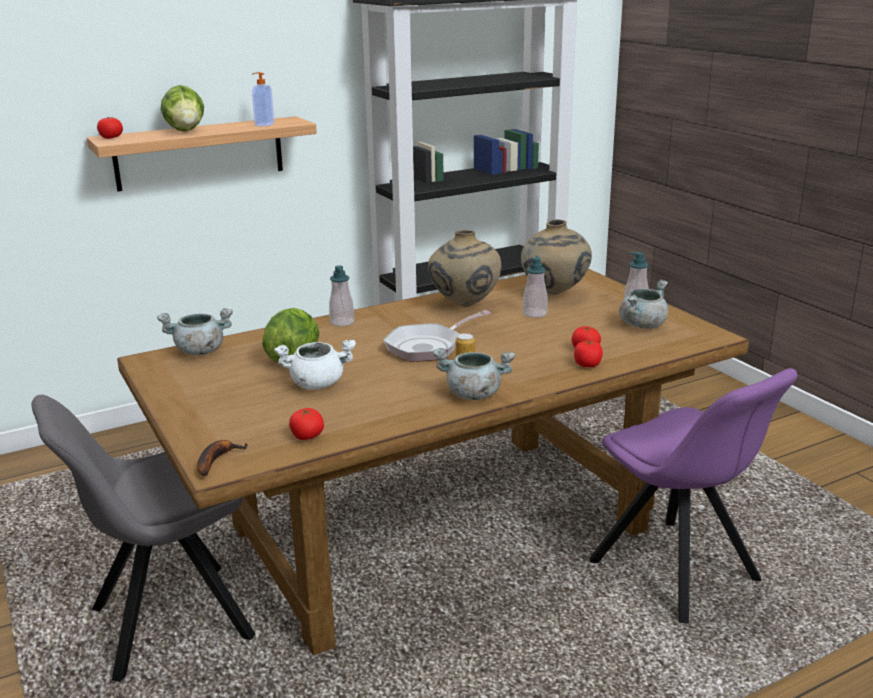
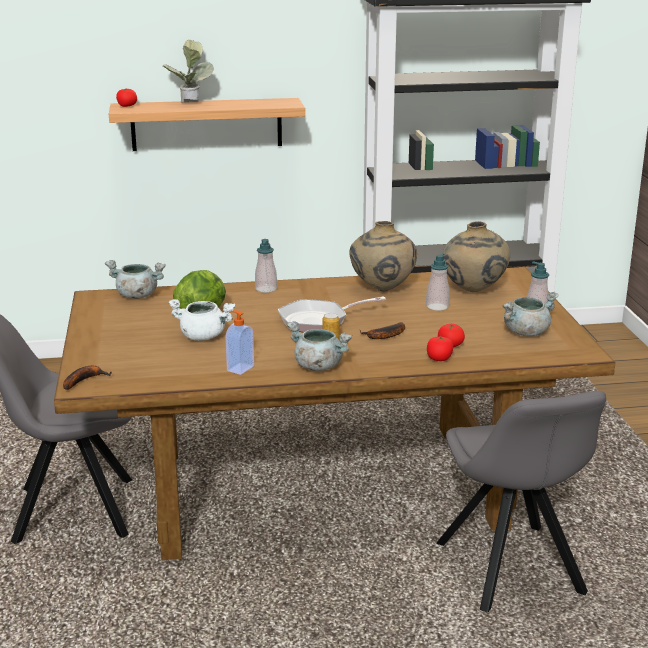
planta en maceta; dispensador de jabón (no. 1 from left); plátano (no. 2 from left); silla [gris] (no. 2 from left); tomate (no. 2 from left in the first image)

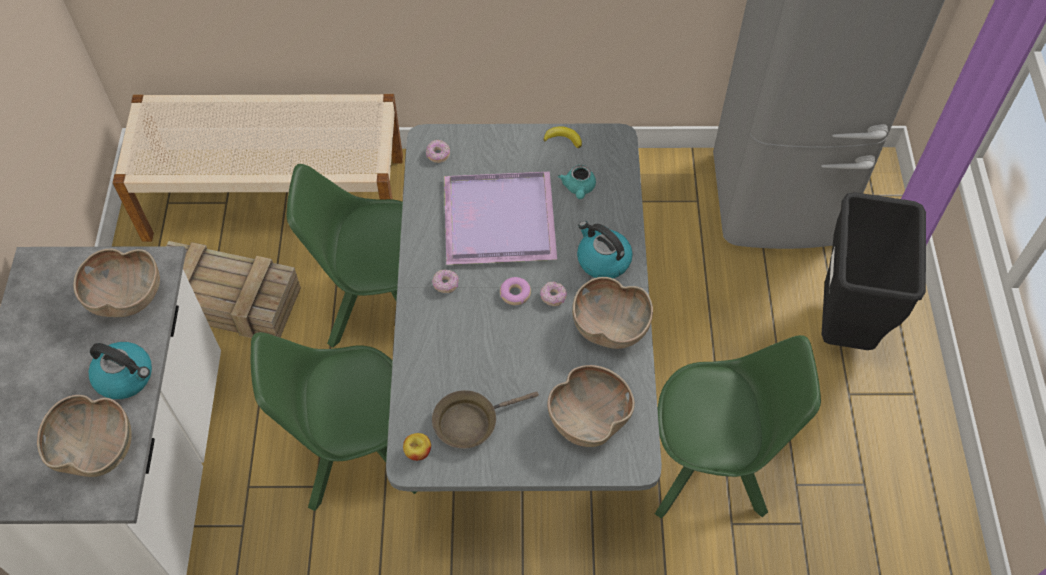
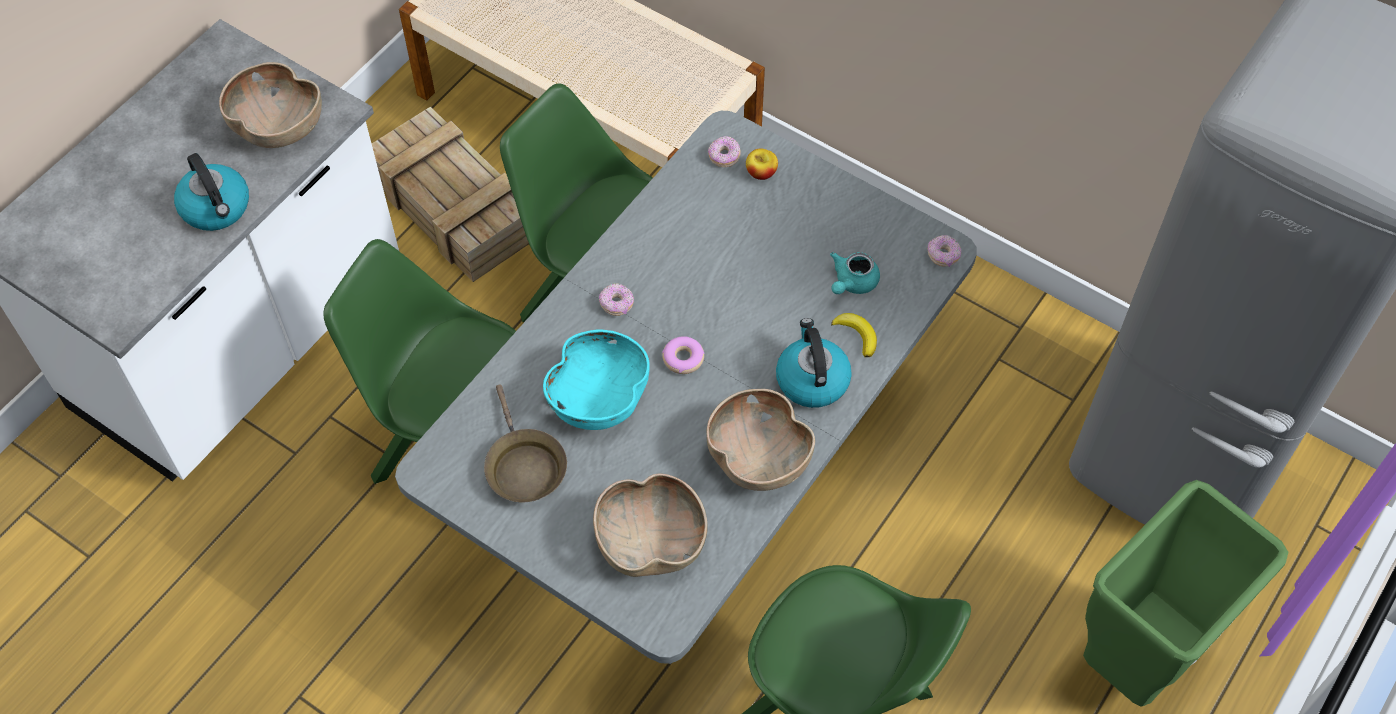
sartén [marrón]; cuenco [turquesa]; manzana; plátano; rosquilla (no. 4 from left); papelera [verde]; cuenco [marrón] (no. 1 from left in the first image); bandeja [morado]

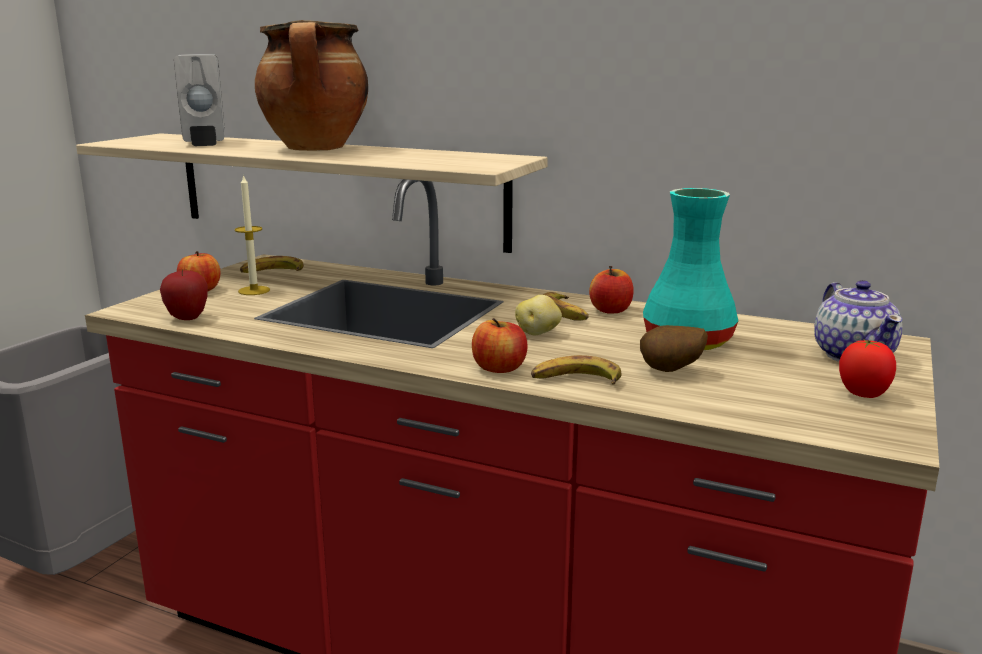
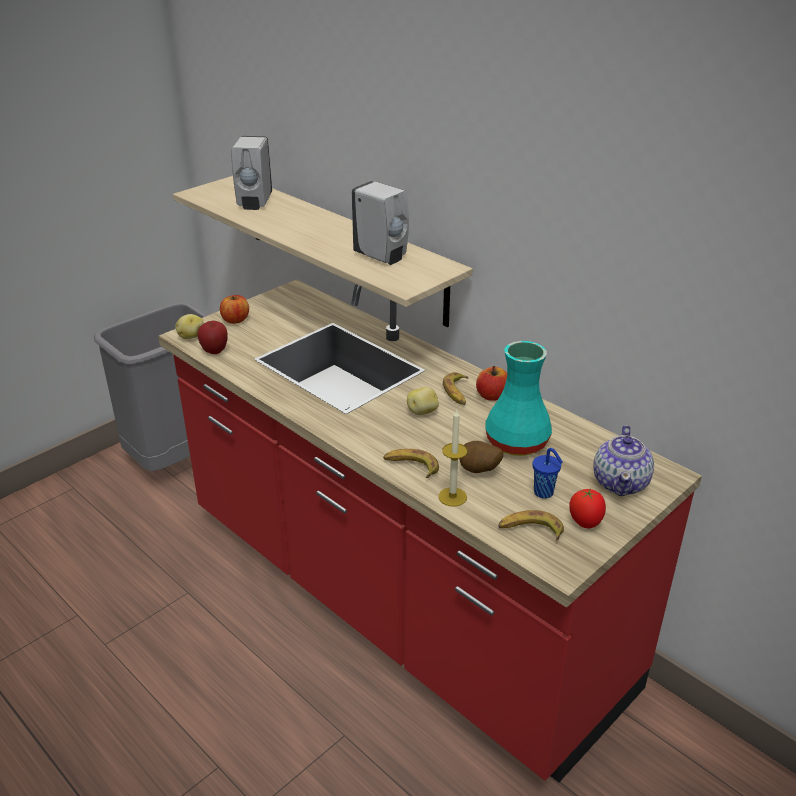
patata (no. 1 from left); dispensador de jabón [blanco] (no. 2 from left); vela; plátano (no. 3 from left); taza [azul]; olla; manzana (no. 3 from left in the first image)

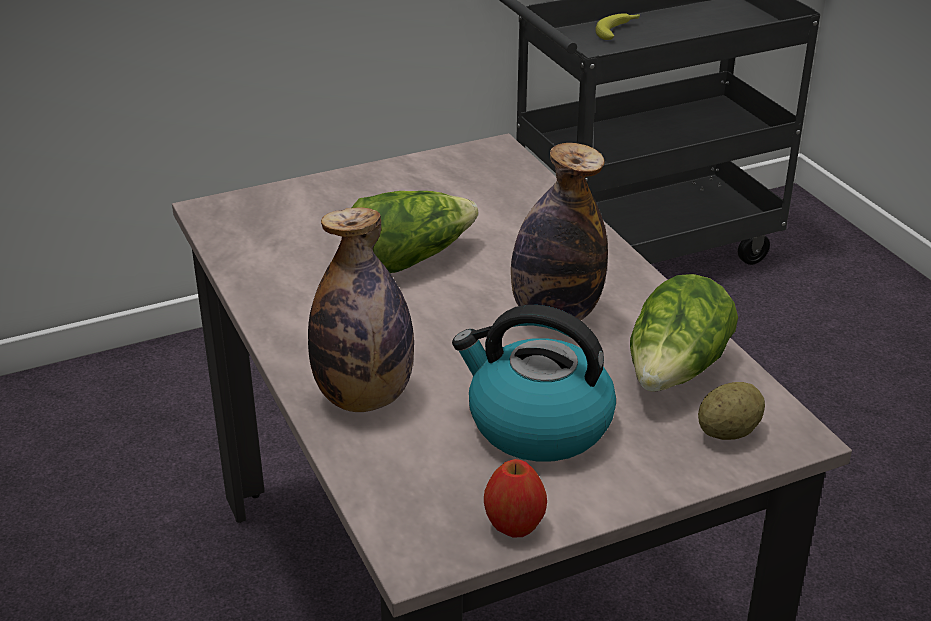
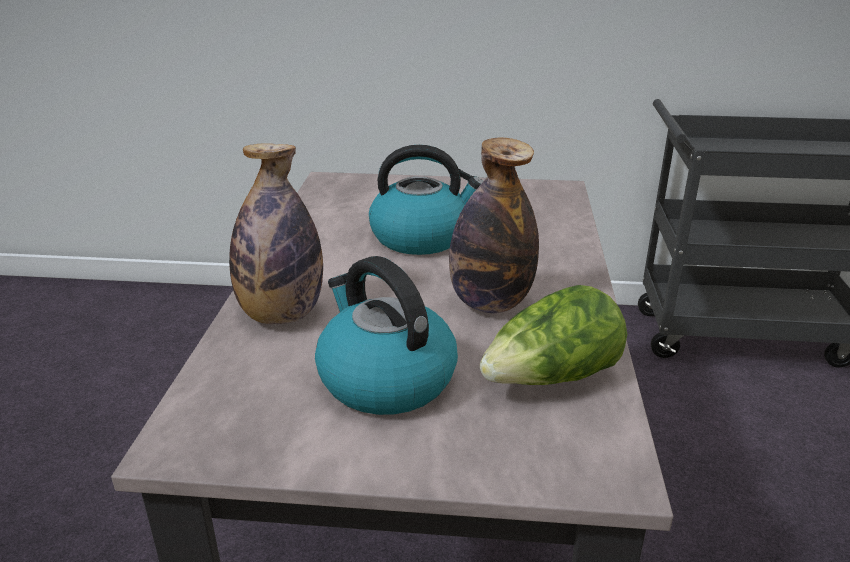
hervidor (no. 2 from left); manzana; plátano; patata

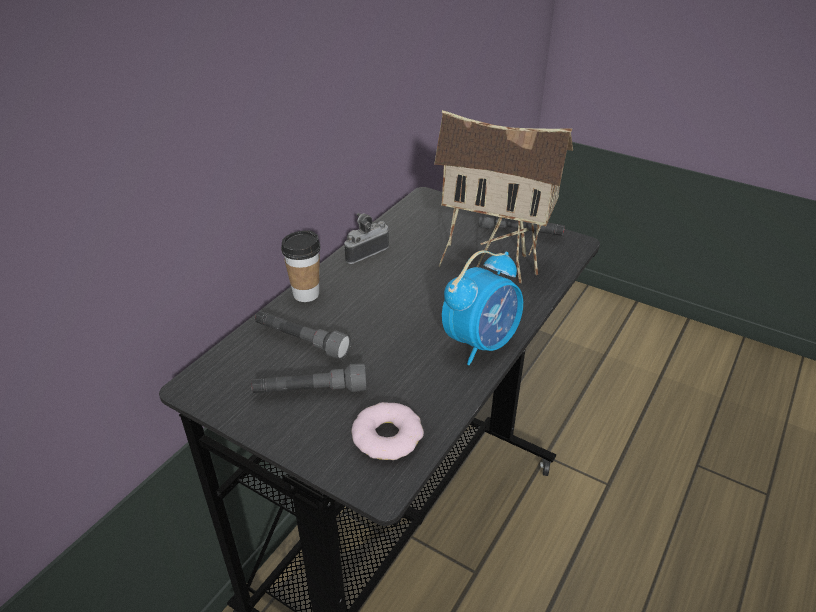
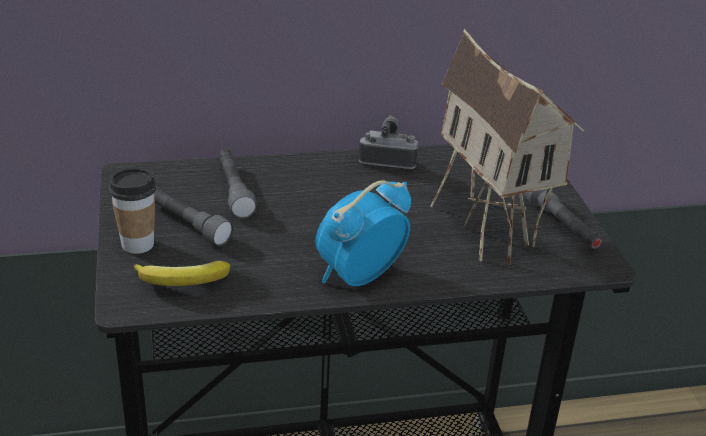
taza; plátano; despertador

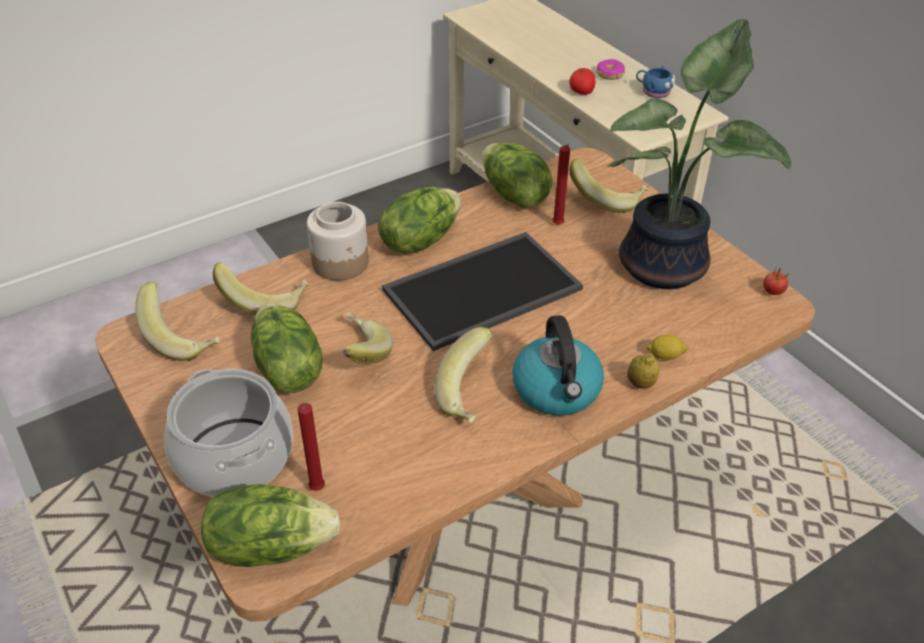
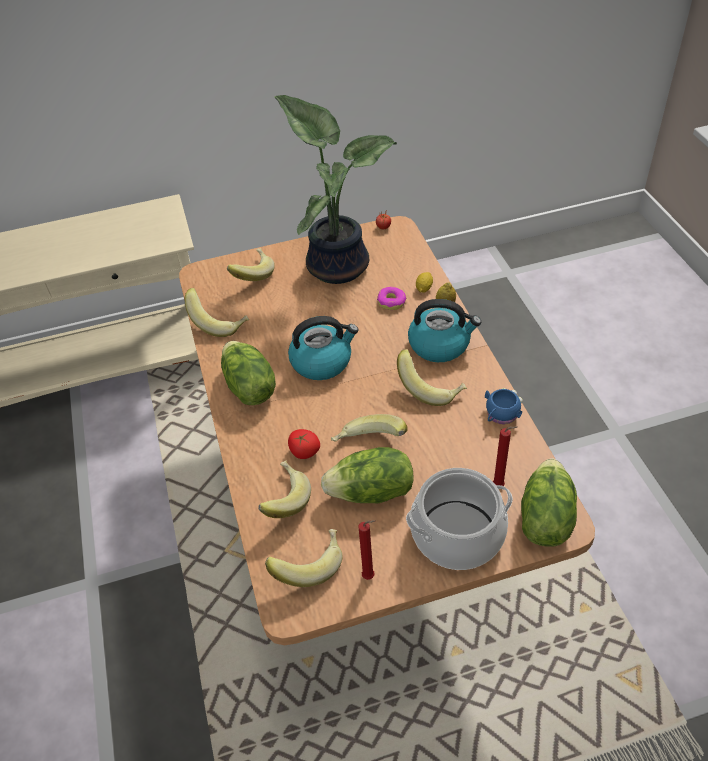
plátano (no. 1 from left); hervidor (no. 1 from left); tomate (no. 1 from left); vela [rojo] (no. 1 from left); rosquilla; taza grande [azul]; tarro

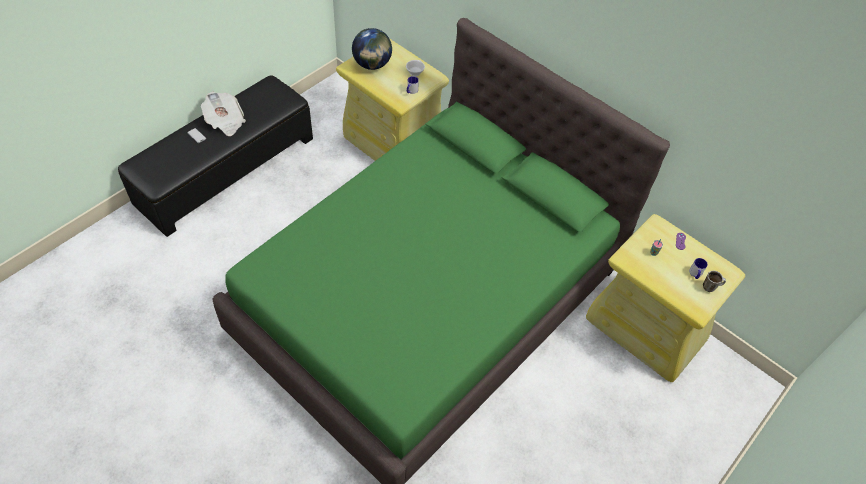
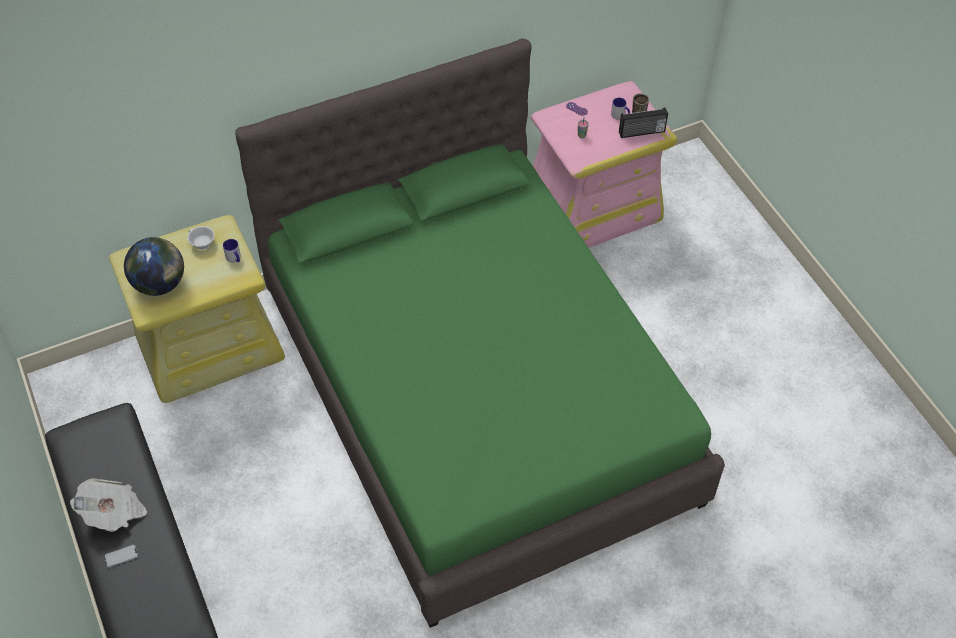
mesita de noche [rosa]; radio

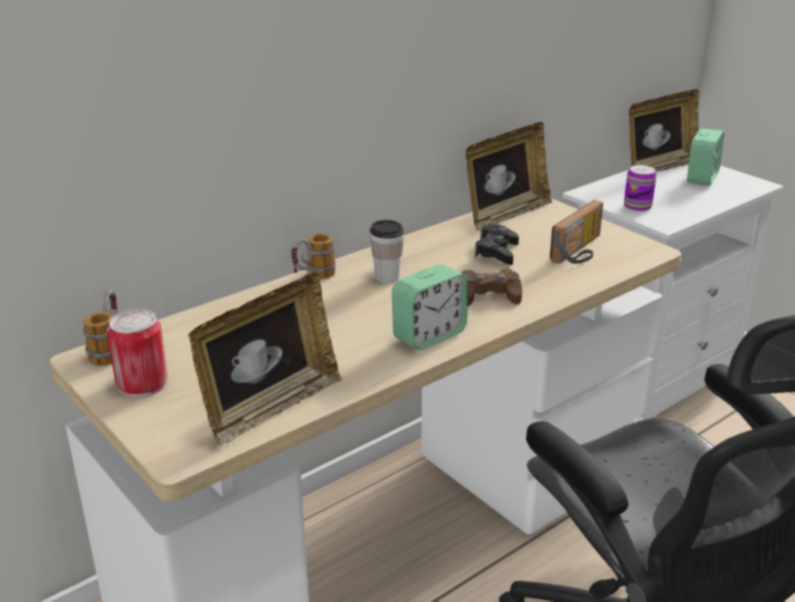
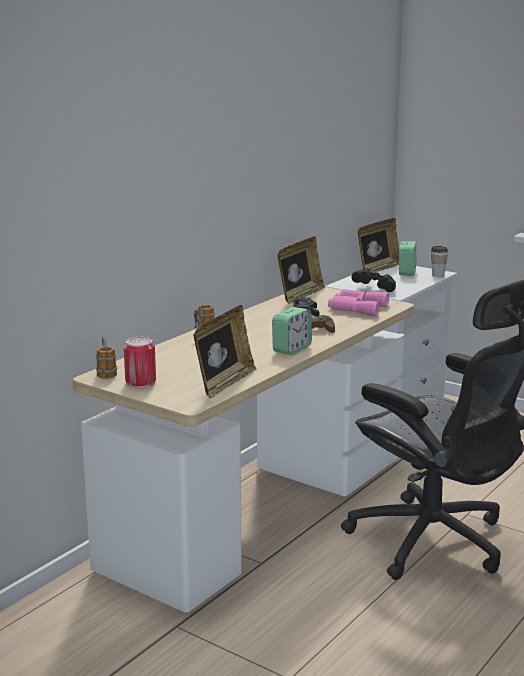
prismáticos [rosa]; prismáticos [negro]; taza

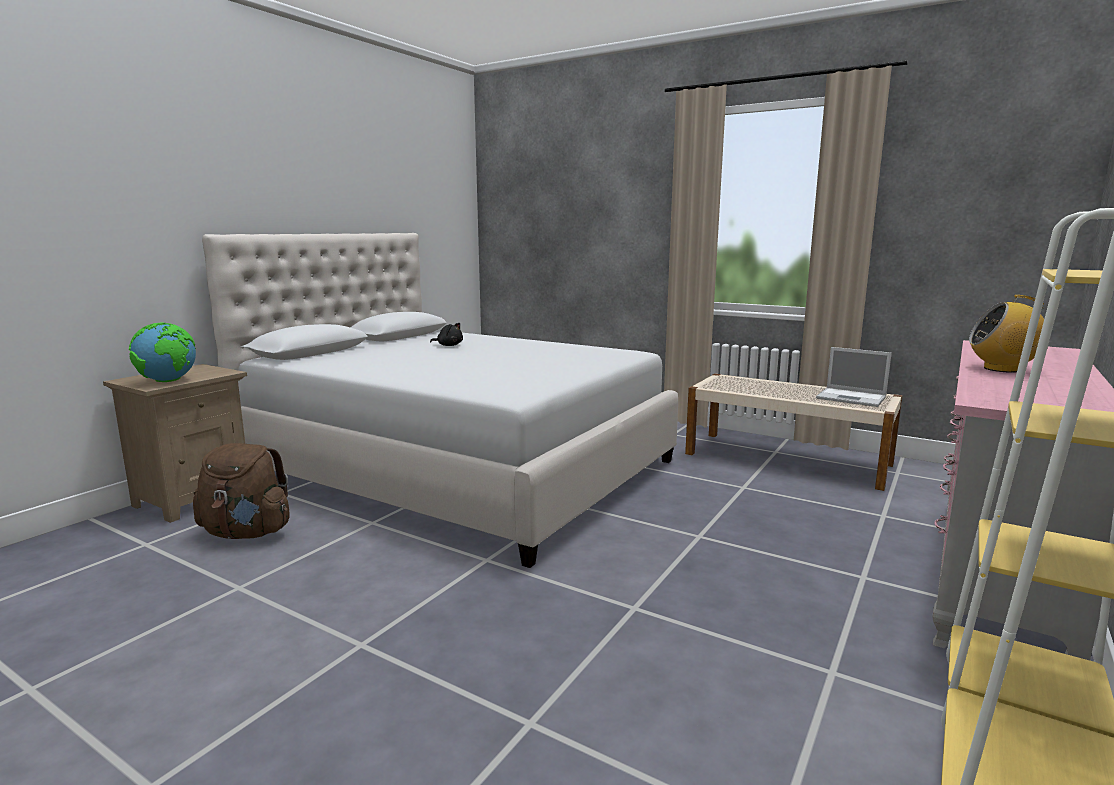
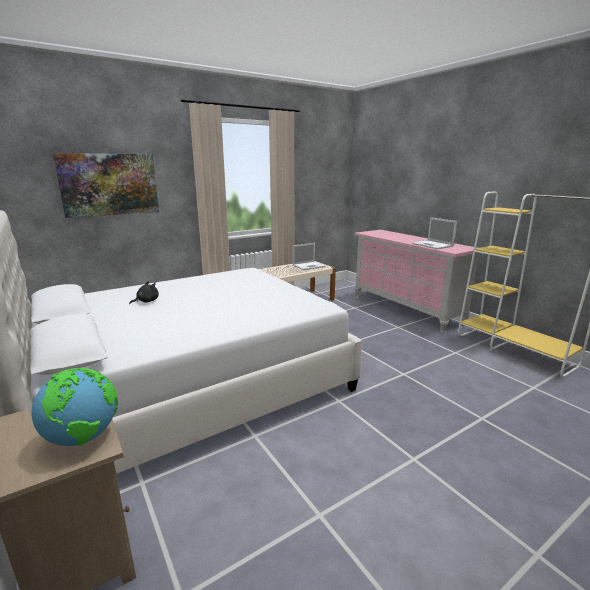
cuadro; portátil (no. 2 from left); mochila [marrón]; radio

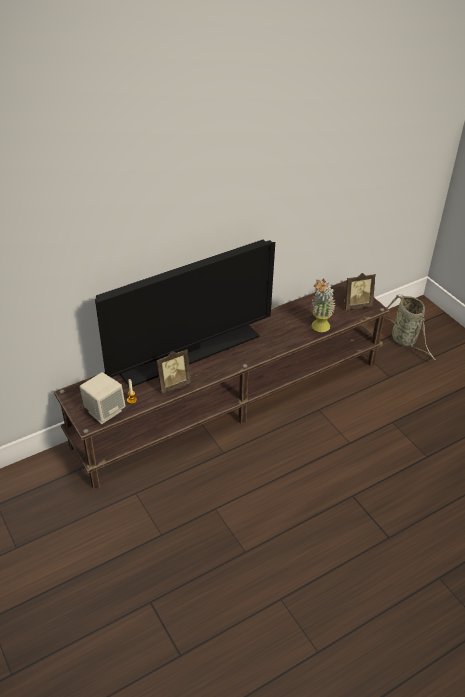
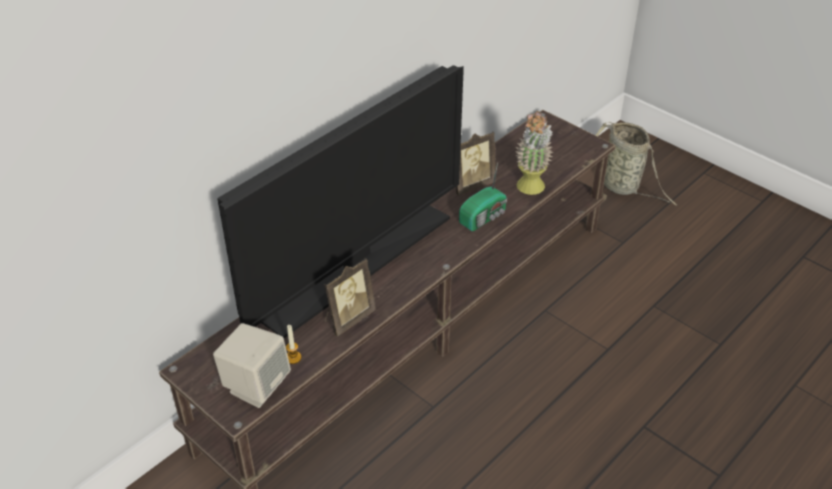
portarretratos (no. 2 from left); radio

